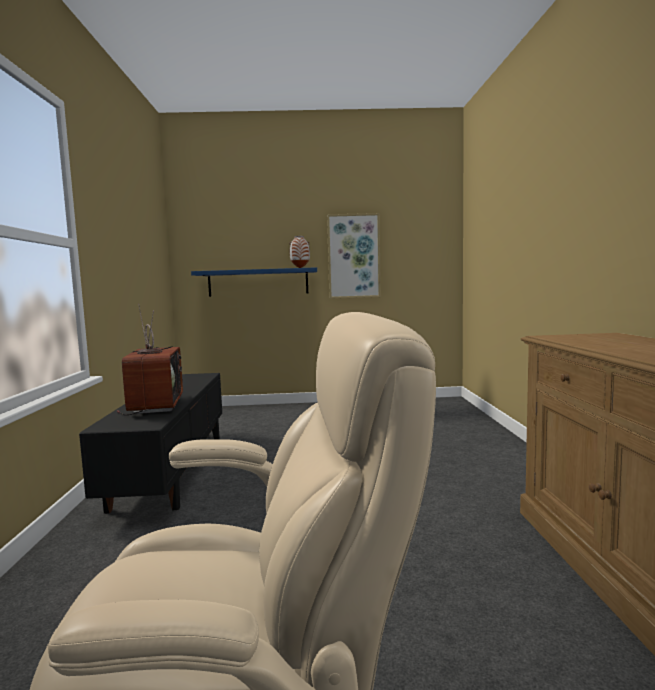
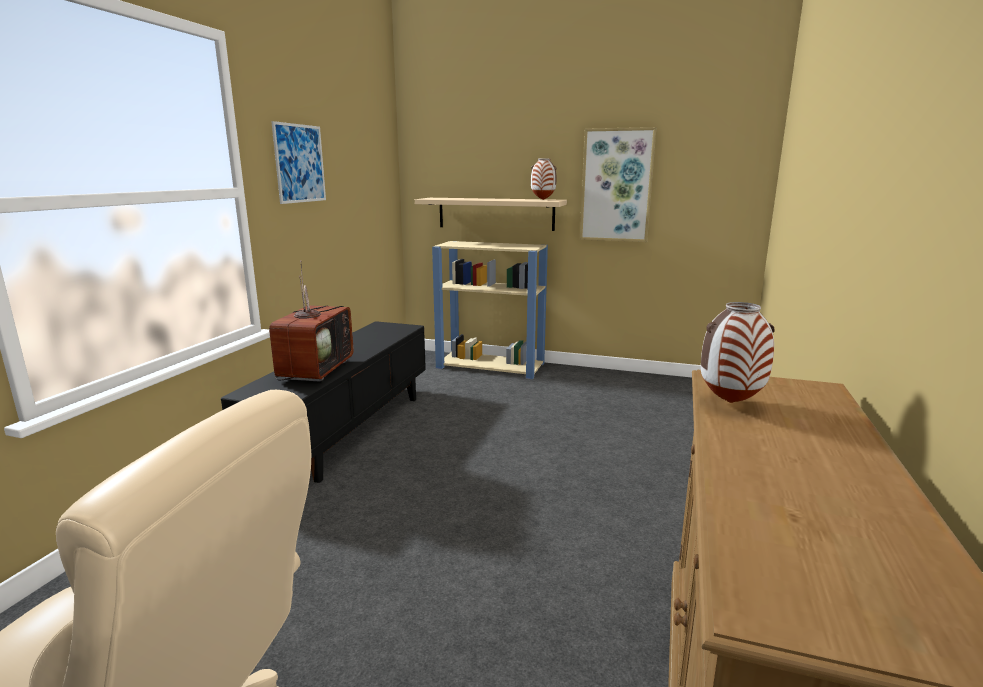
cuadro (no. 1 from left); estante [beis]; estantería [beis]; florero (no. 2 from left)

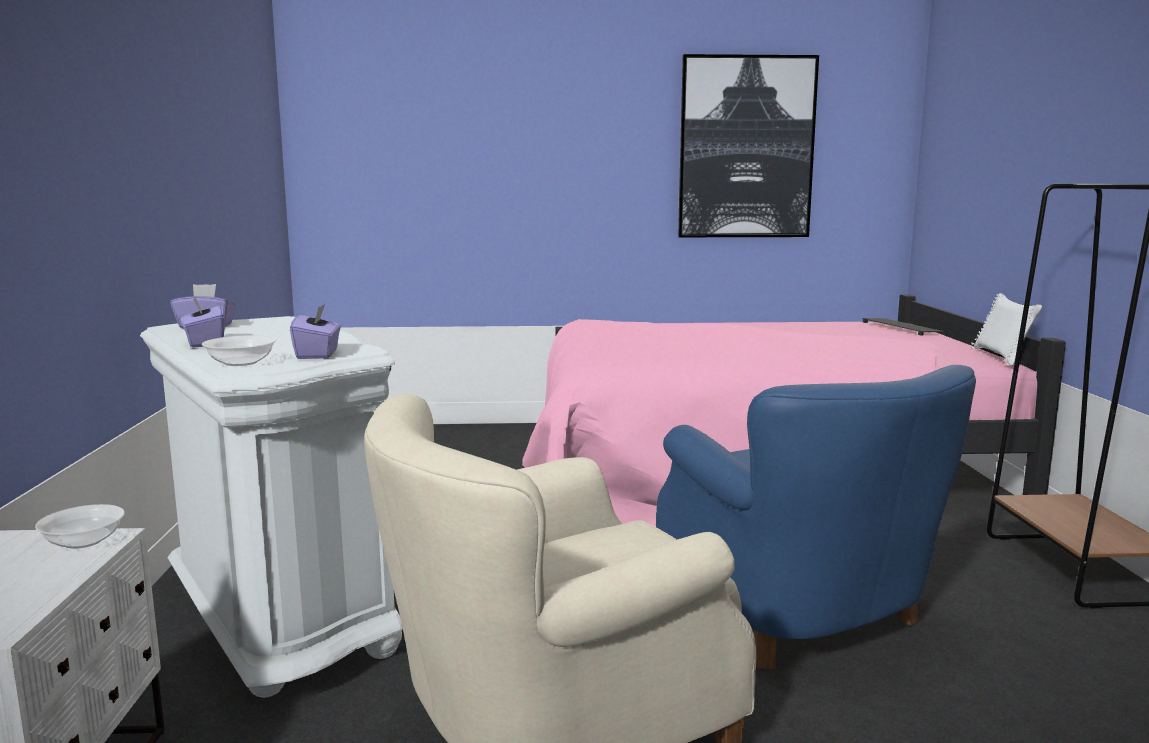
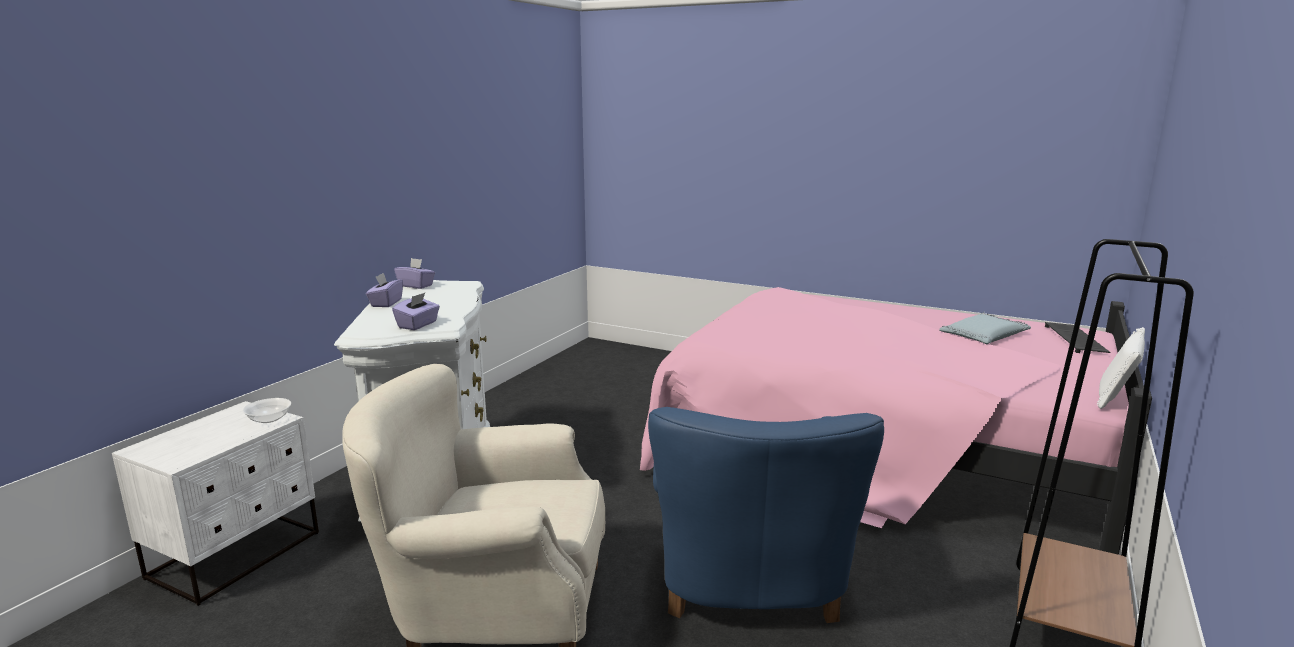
cojín [azul]; cuenco (no. 2 from left in the first image); cuadro

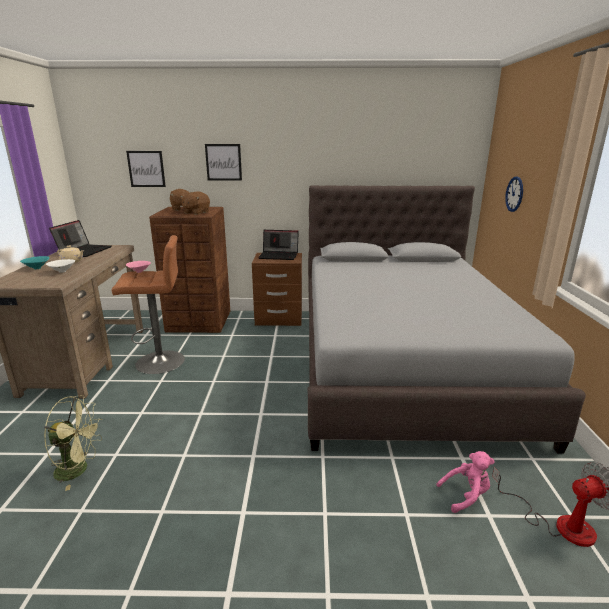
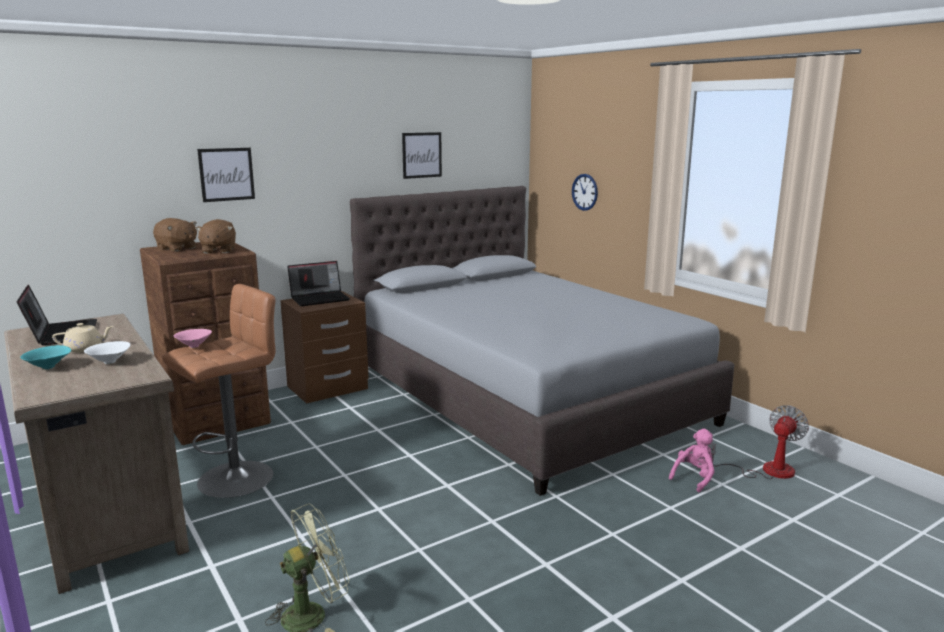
cuadro (no. 2 from left)

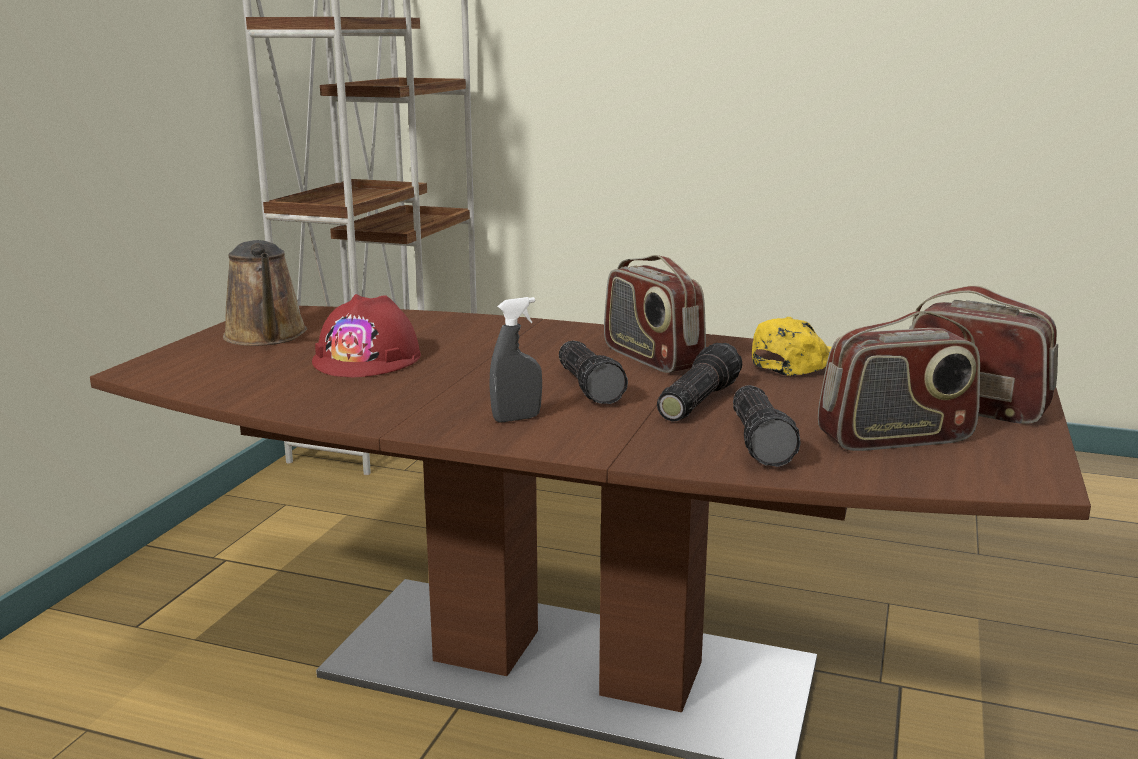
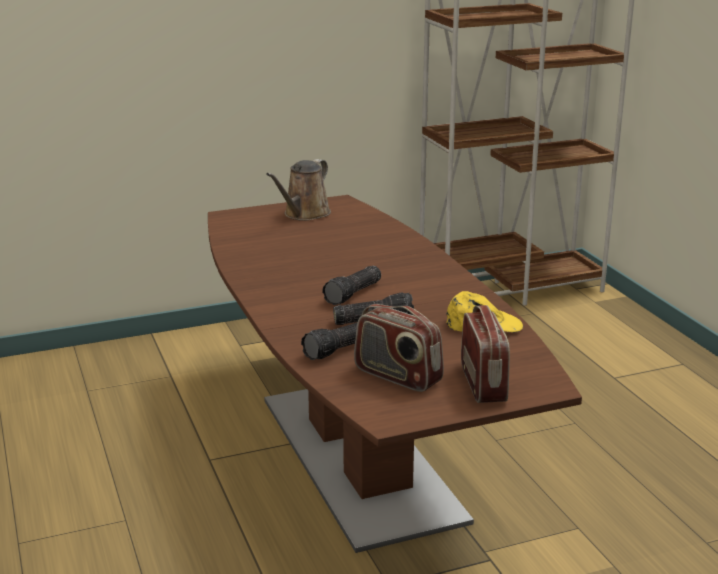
casco [rojo]; pulverizador [gris]; radio (no. 1 from left in the first image)

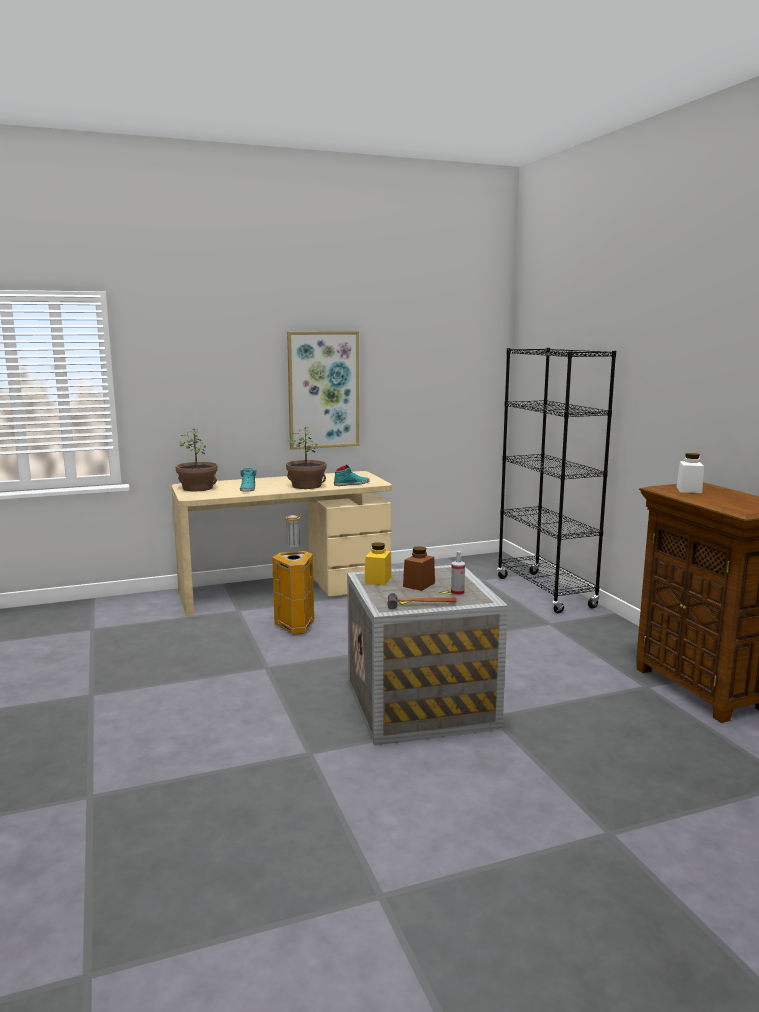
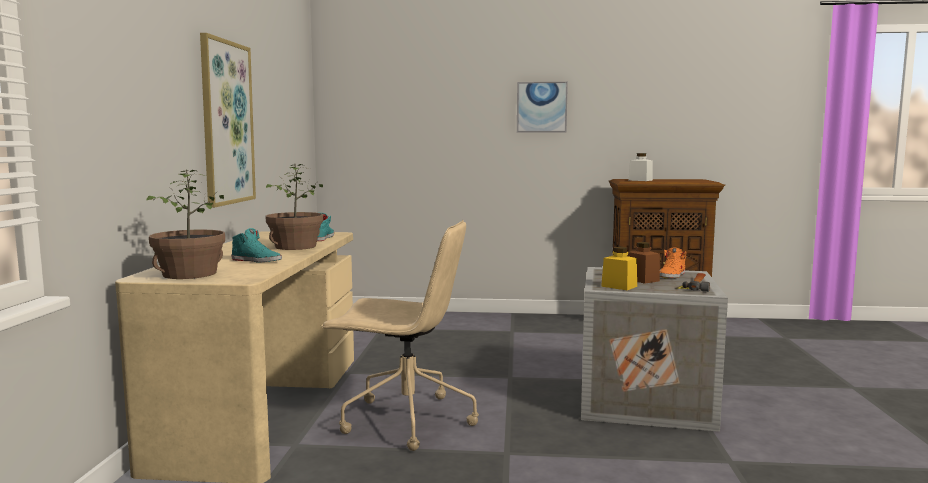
silla de oficina [beis]; cuadro (no. 2 from left); zapato [naranja]; estantería [negro]

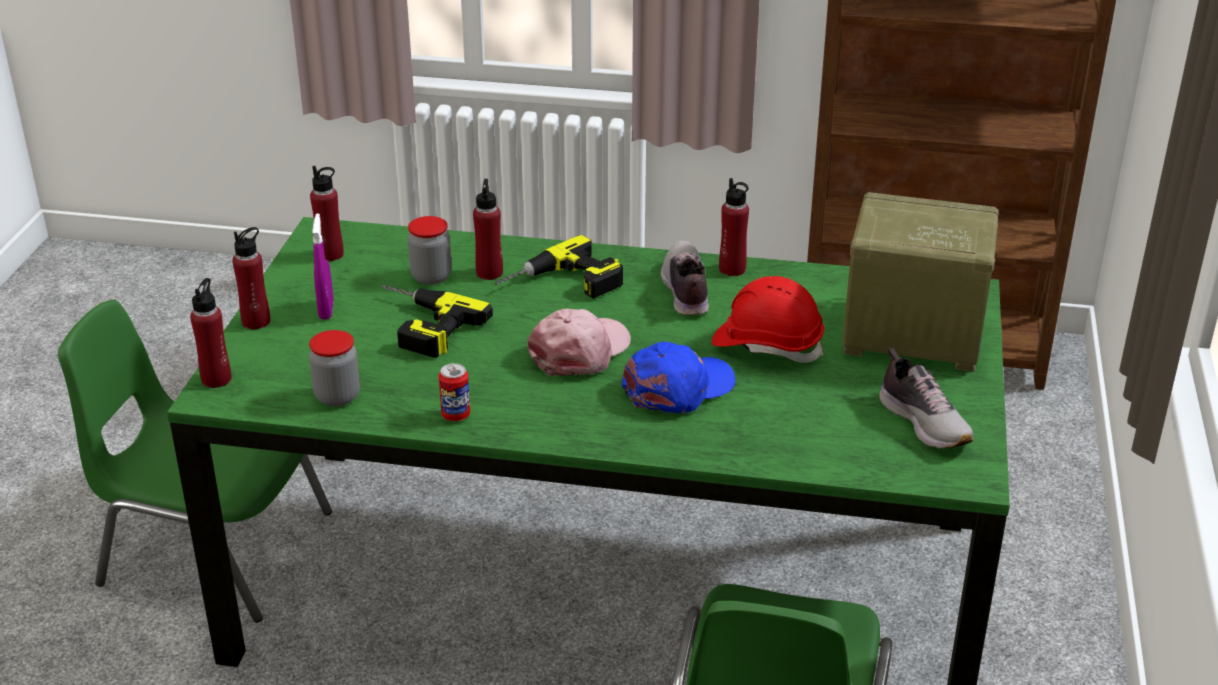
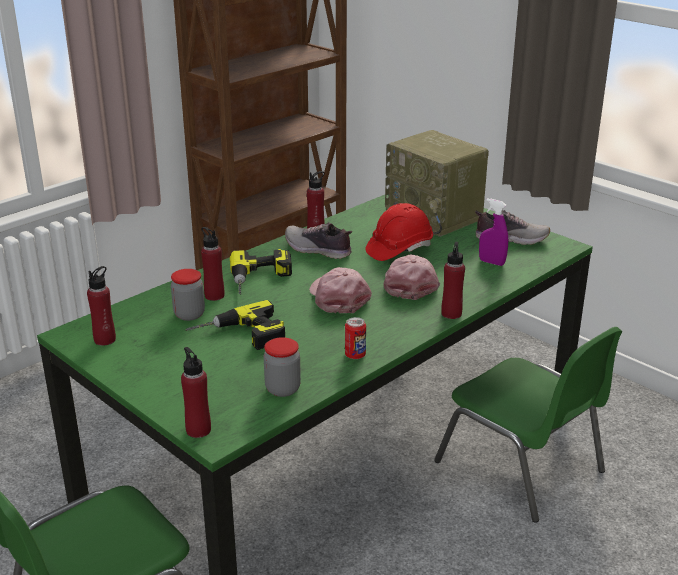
gorra [rosa] (no. 2 from left); radio; botella [rojo] (no. 5 from left); pulverizador [morado]

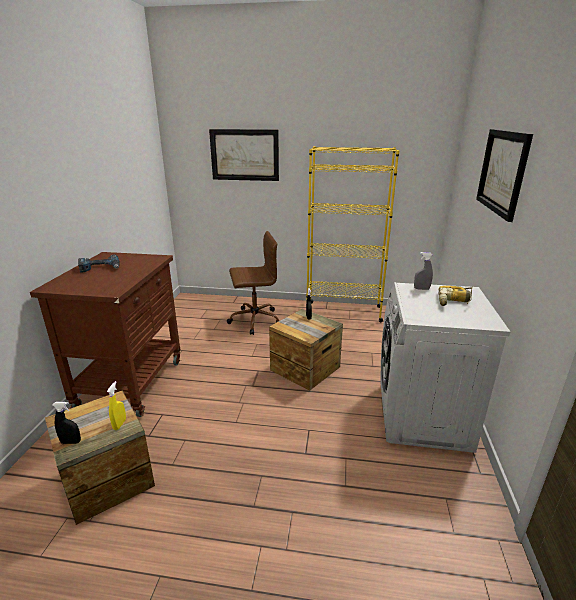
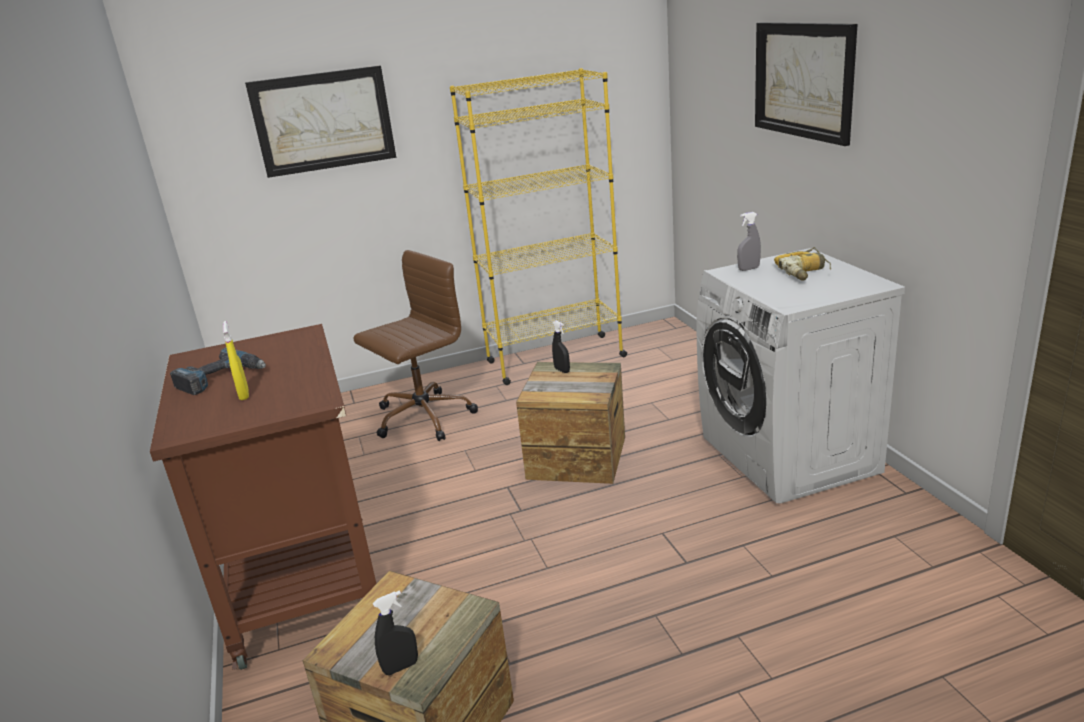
pulverizador [amarillo]

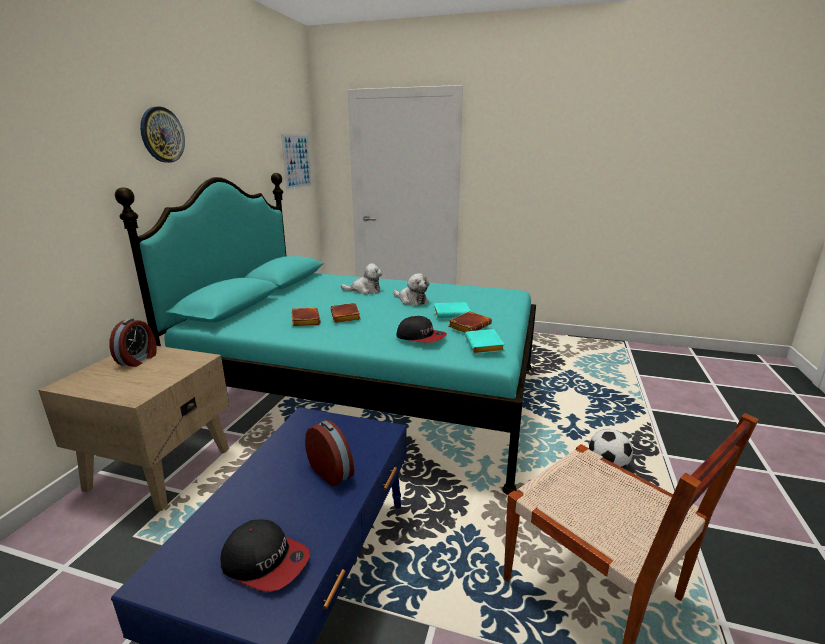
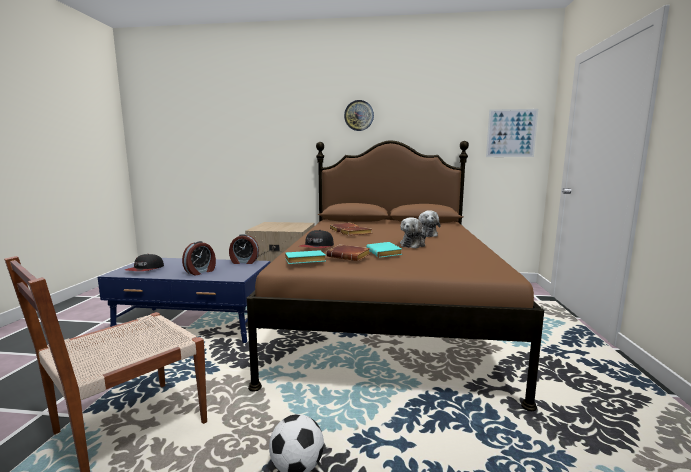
despertador (no. 2 from left); cama [marrón]

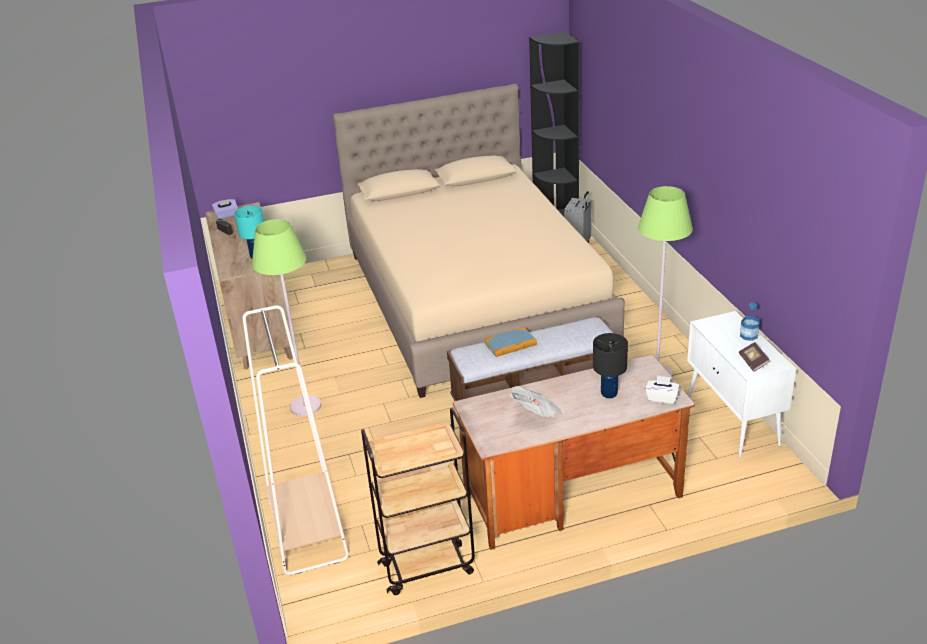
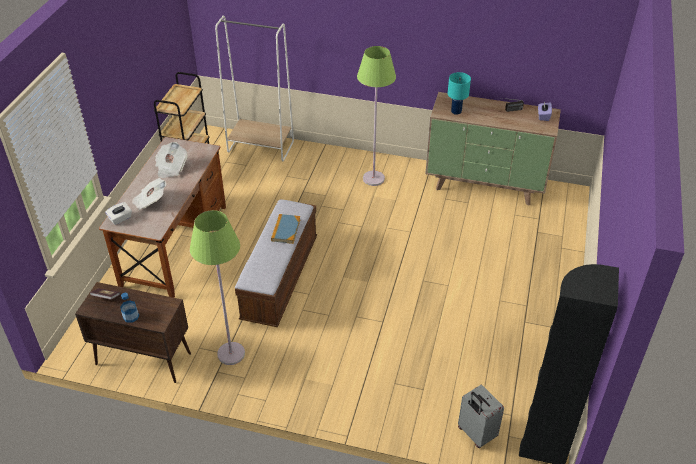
armario [marrón]; periódico (no. 1 from left); cama [beis]

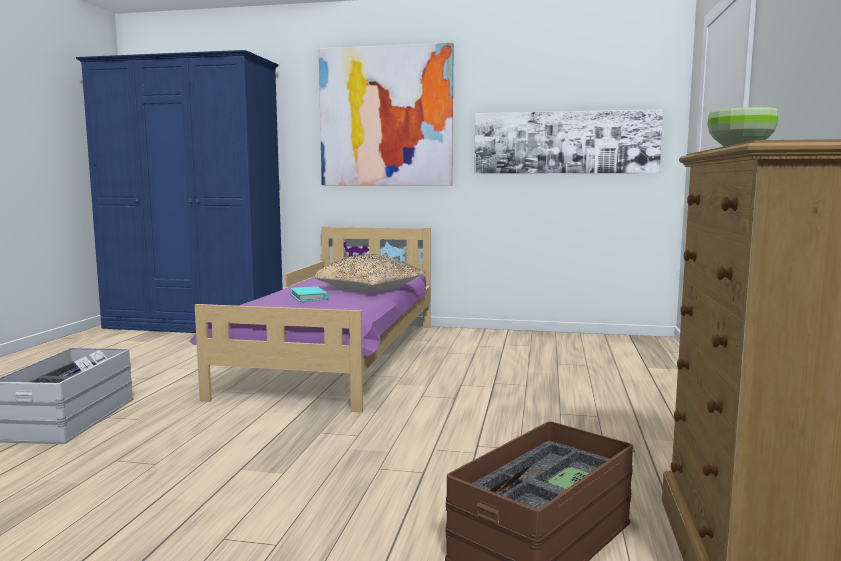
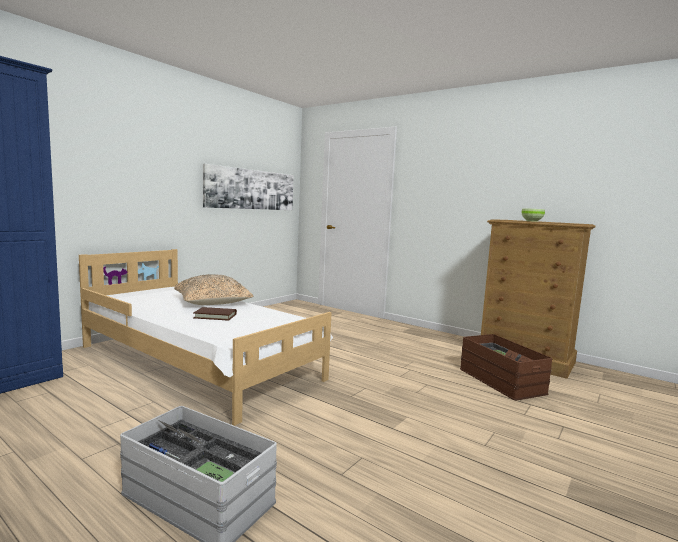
cama [blanco]; libro [marrón]; cuadro (no. 1 from left in the first image)

